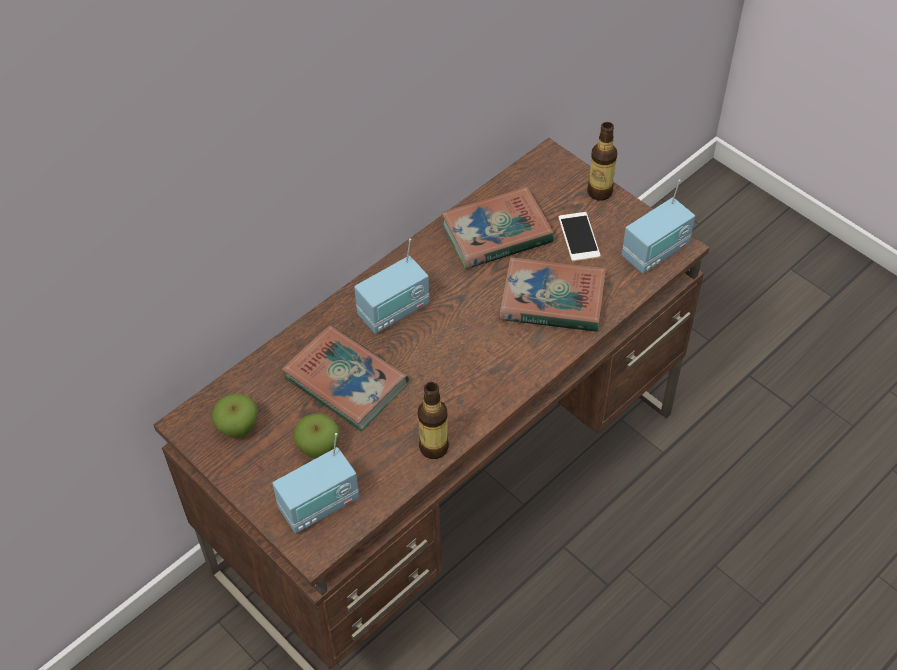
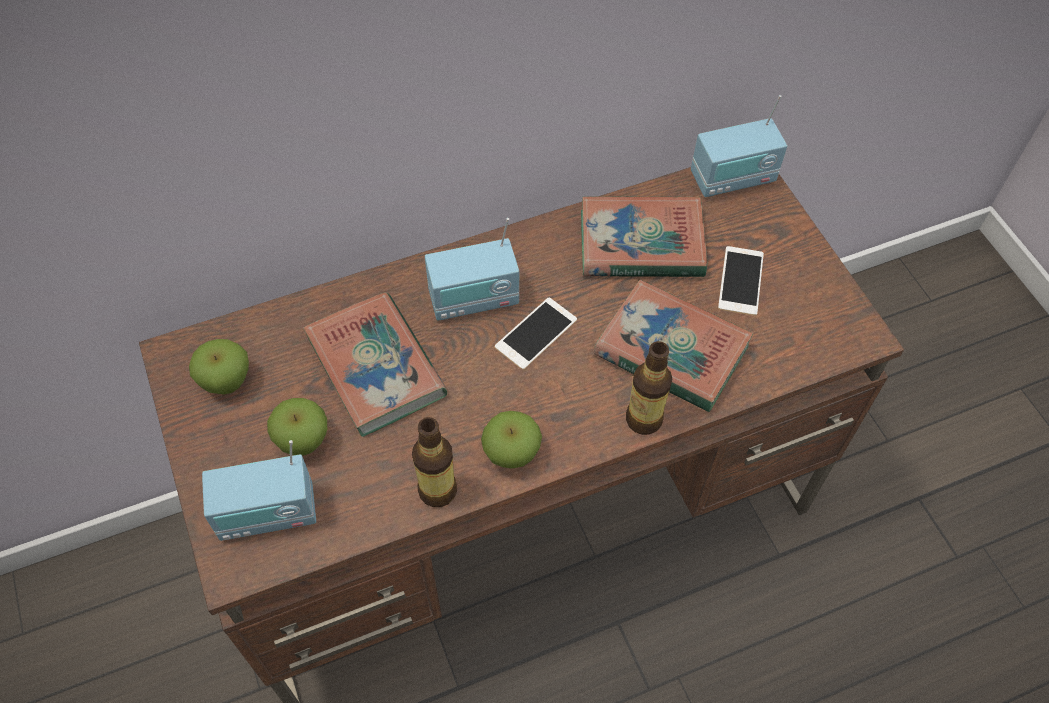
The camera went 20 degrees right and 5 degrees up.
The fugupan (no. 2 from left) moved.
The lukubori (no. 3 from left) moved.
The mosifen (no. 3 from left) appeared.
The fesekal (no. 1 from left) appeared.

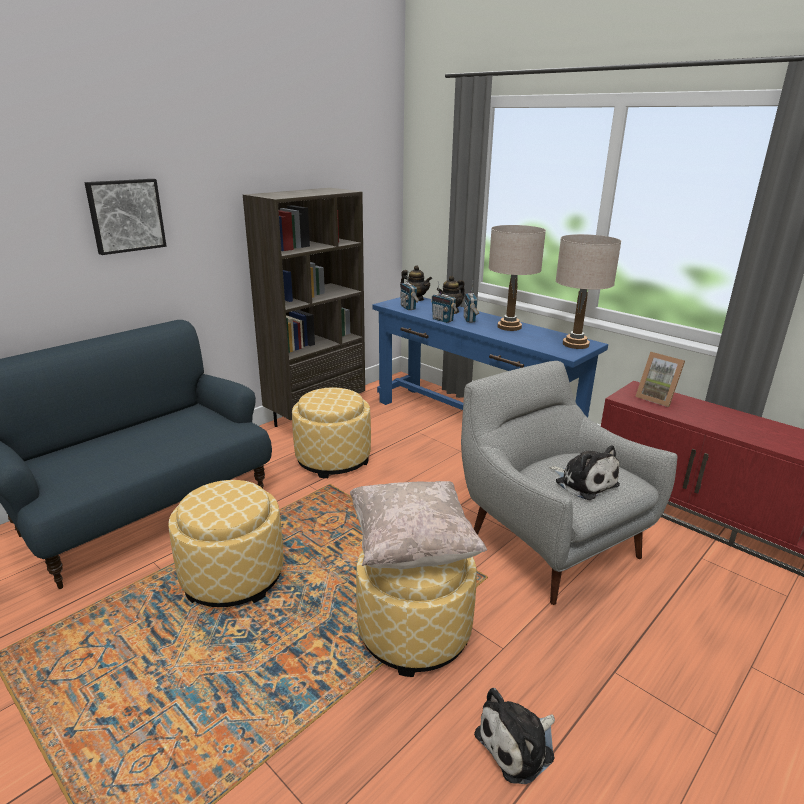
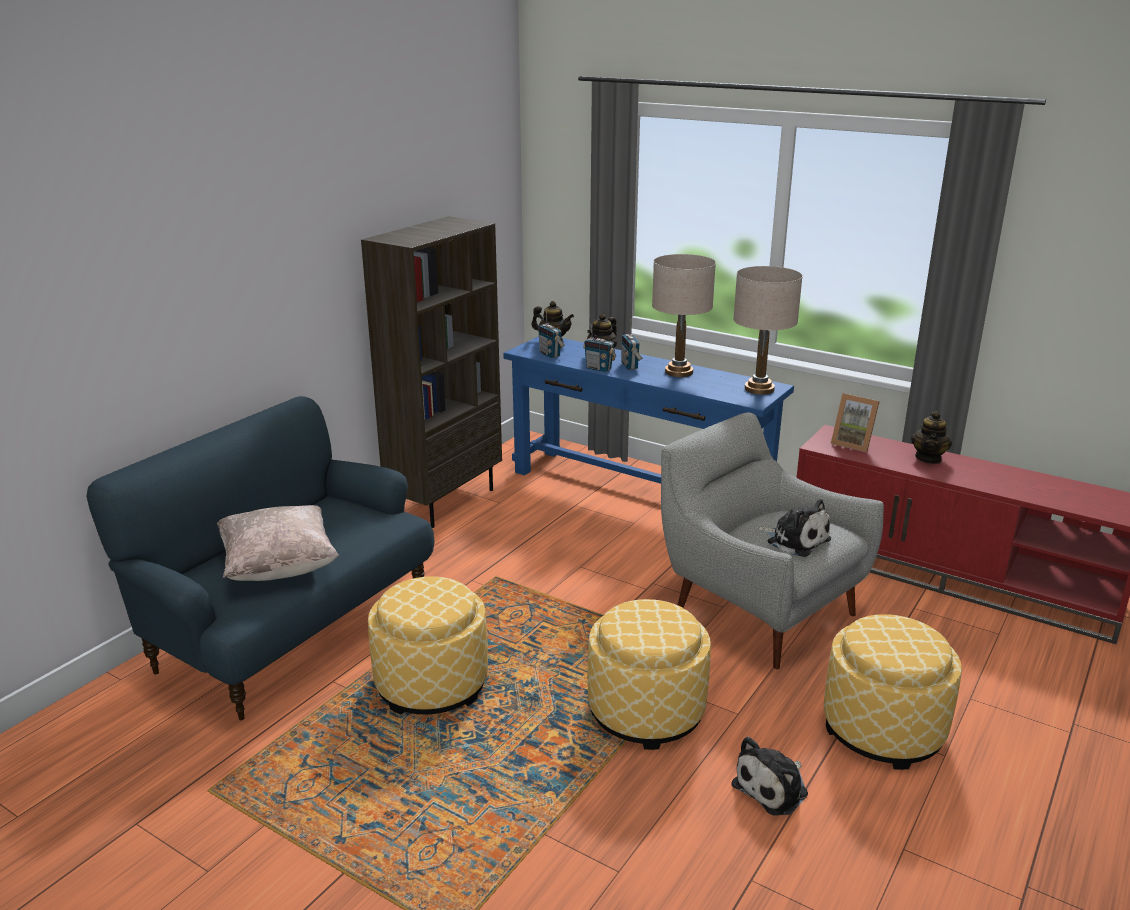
The camera went 10 degrees left and 0 degrees up.
The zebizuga disappeared.
The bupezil (no. 2 from left in the first image) moved.
The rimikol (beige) moved.
The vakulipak (no. 3 from left) appeared.

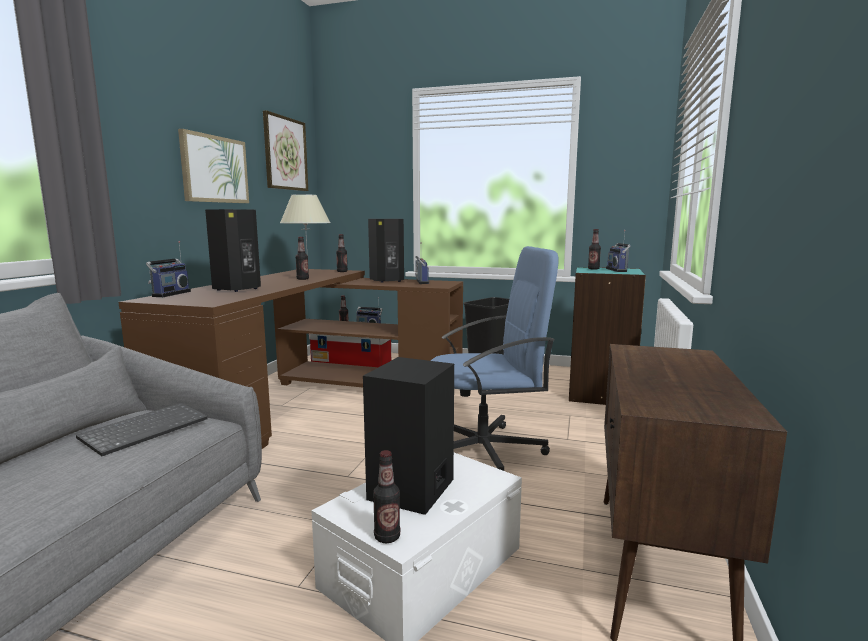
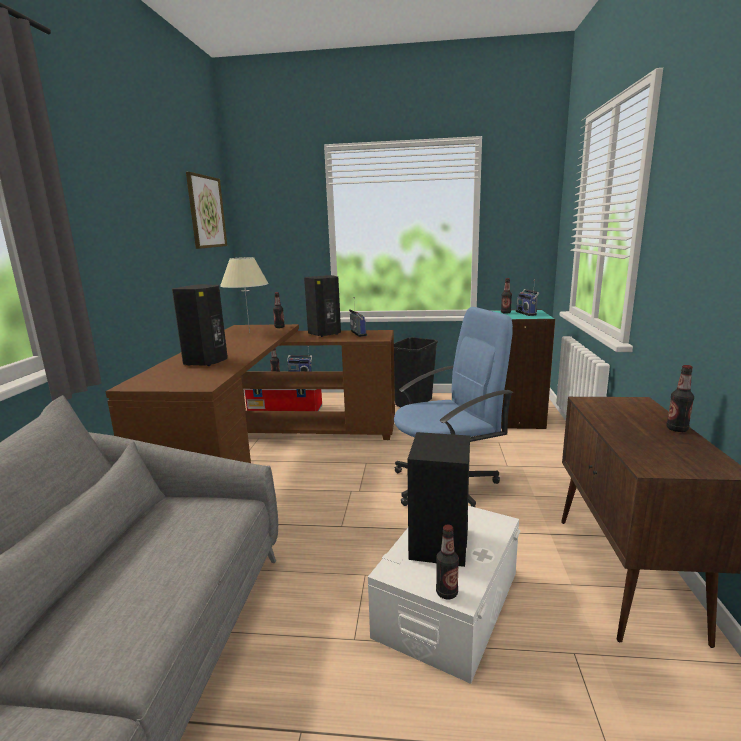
The camera went 10 degrees left and 5 degrees up.
The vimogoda disappeared.
The lukubori (no. 1 from left) disappeared.
The zebizuga (no. 1 from left) disappeared.
The fugupan (no. 1 from left in the first image) moved.

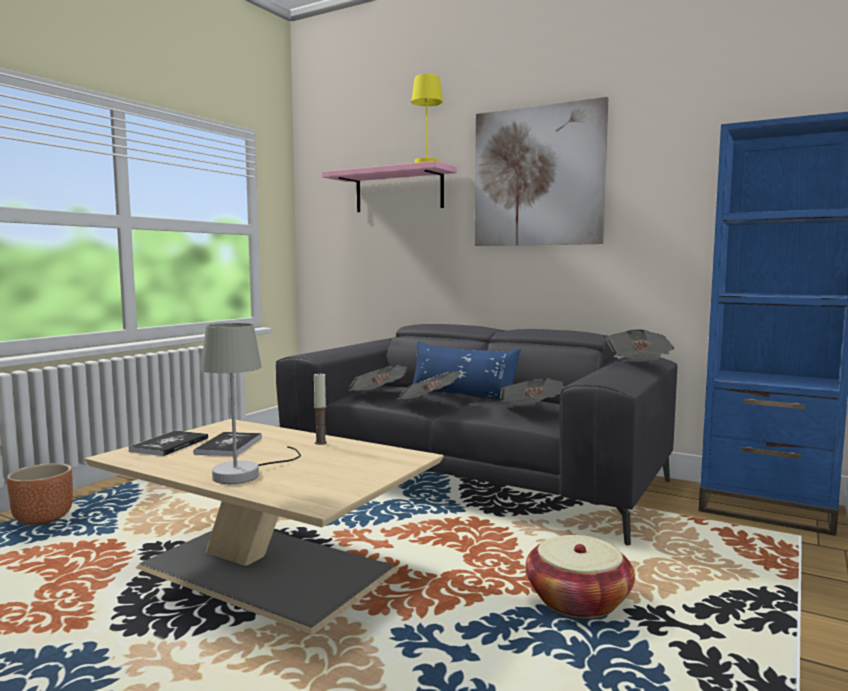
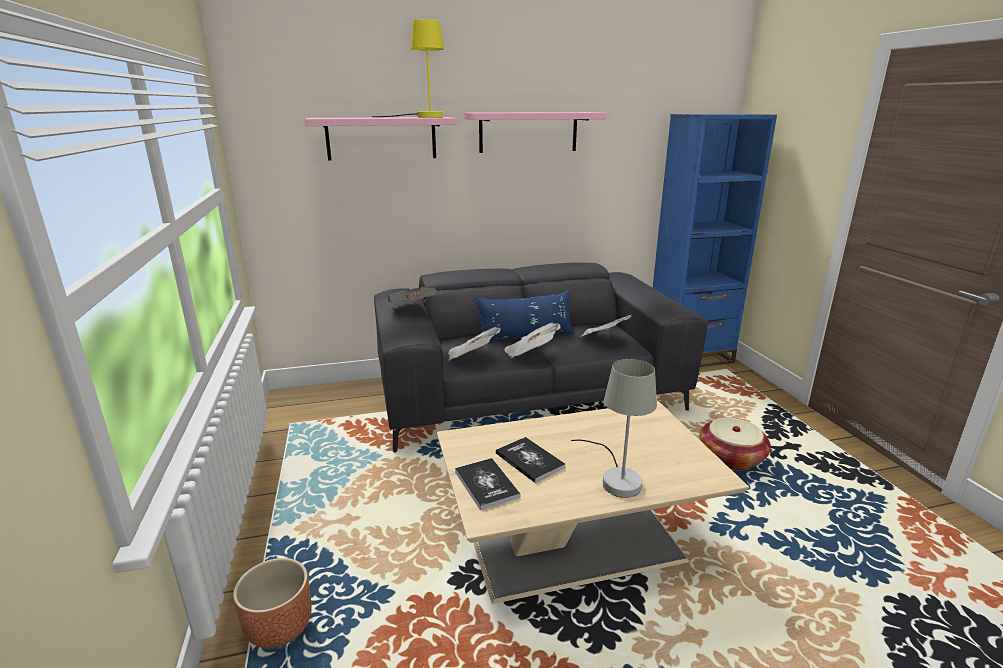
The camera went 45 degrees left and 15 degrees up.
The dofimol disappeared.
The zebizuga was replaced by the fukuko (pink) (no. 2 from left).
The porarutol (no. 4 from left in the first image) moved.

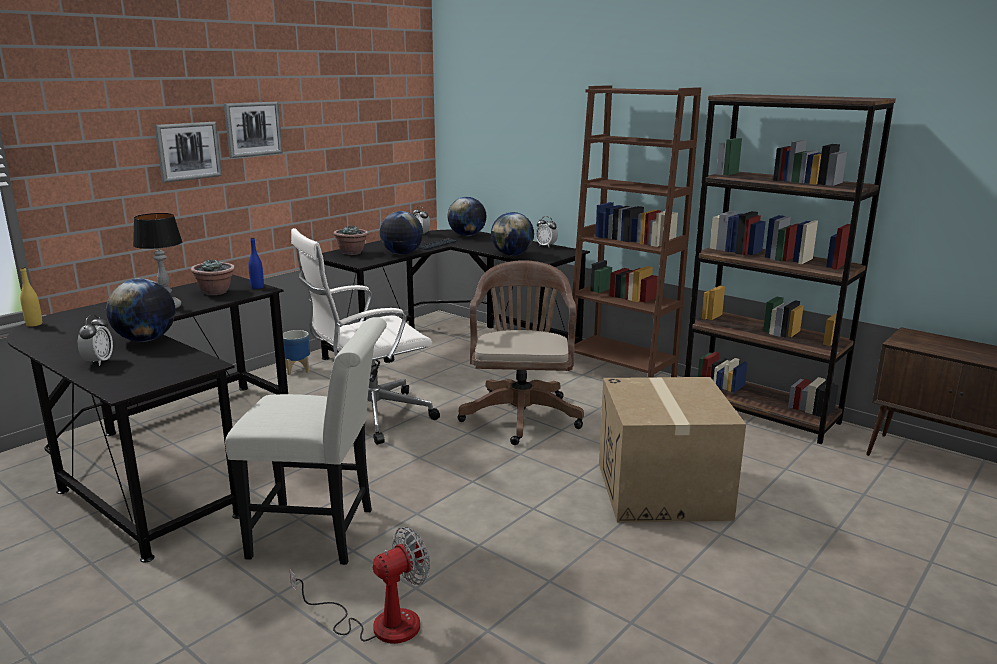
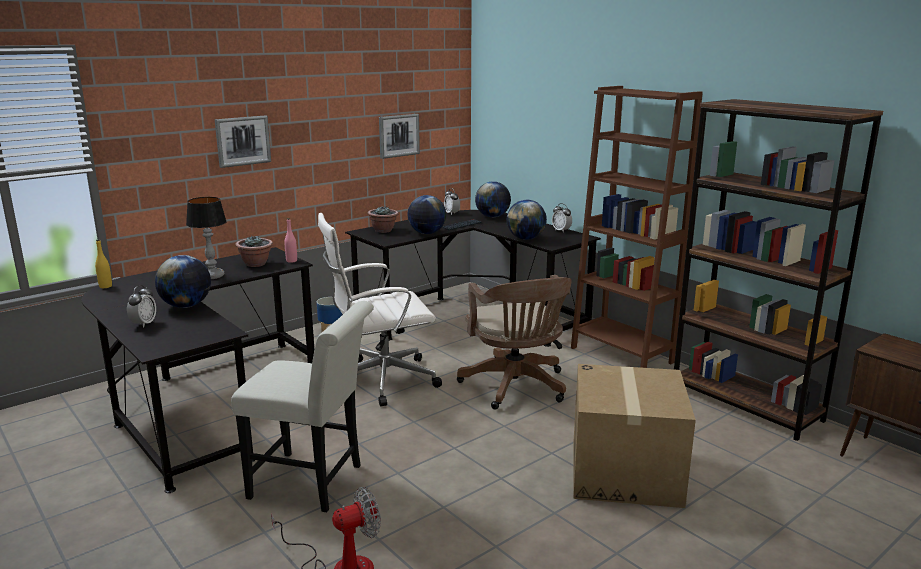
The camera went 10 degrees right and 0 degrees up.
The zebizuga (no. 2 from left) moved.
The fugupan (blue) became the fugupan (pink).
The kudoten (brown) turned 150 degrees clockwise.

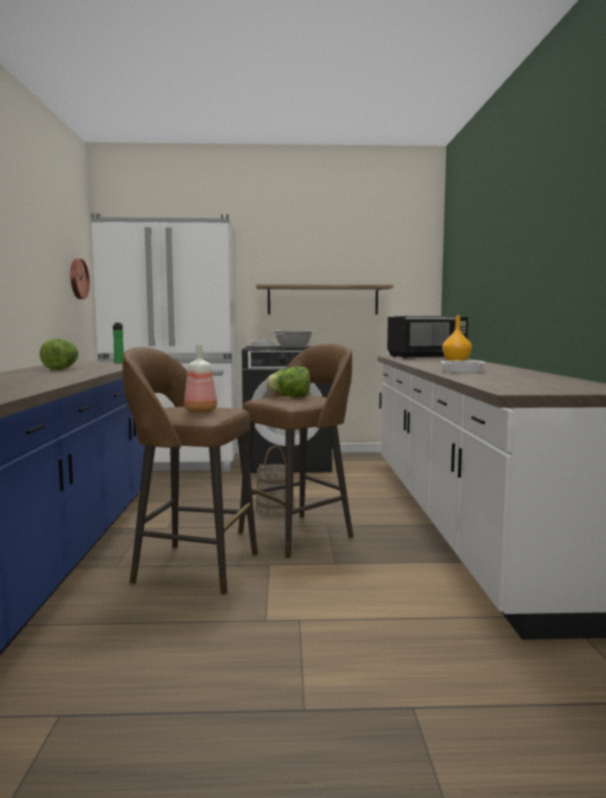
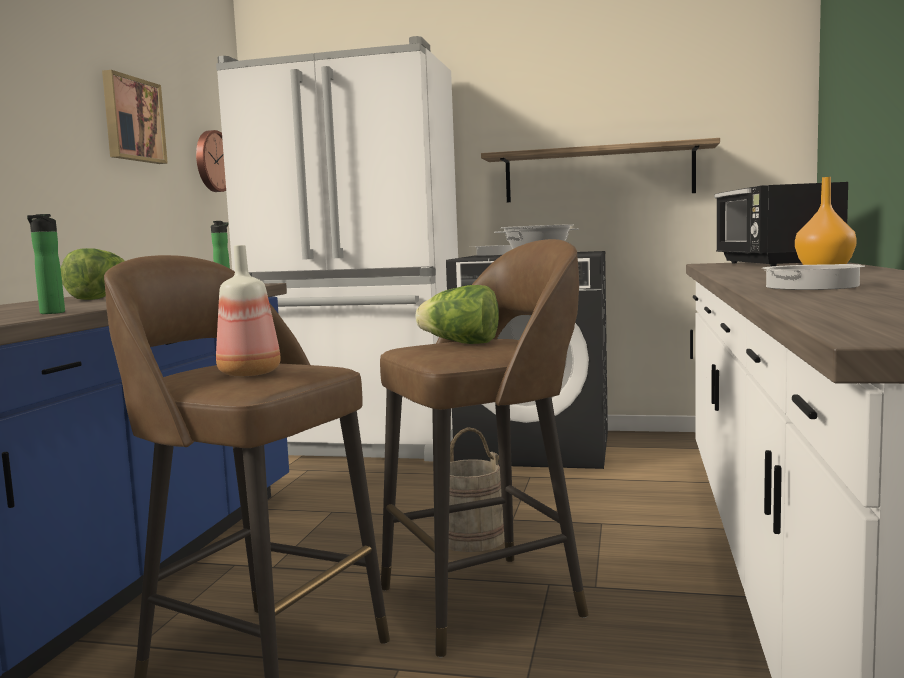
The camera went 15 degrees right and 0 degrees up.
The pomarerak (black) turned 90 degrees clockwise.
The fugupan (no. 1 from left) appeared.
The zebizuga appeared.

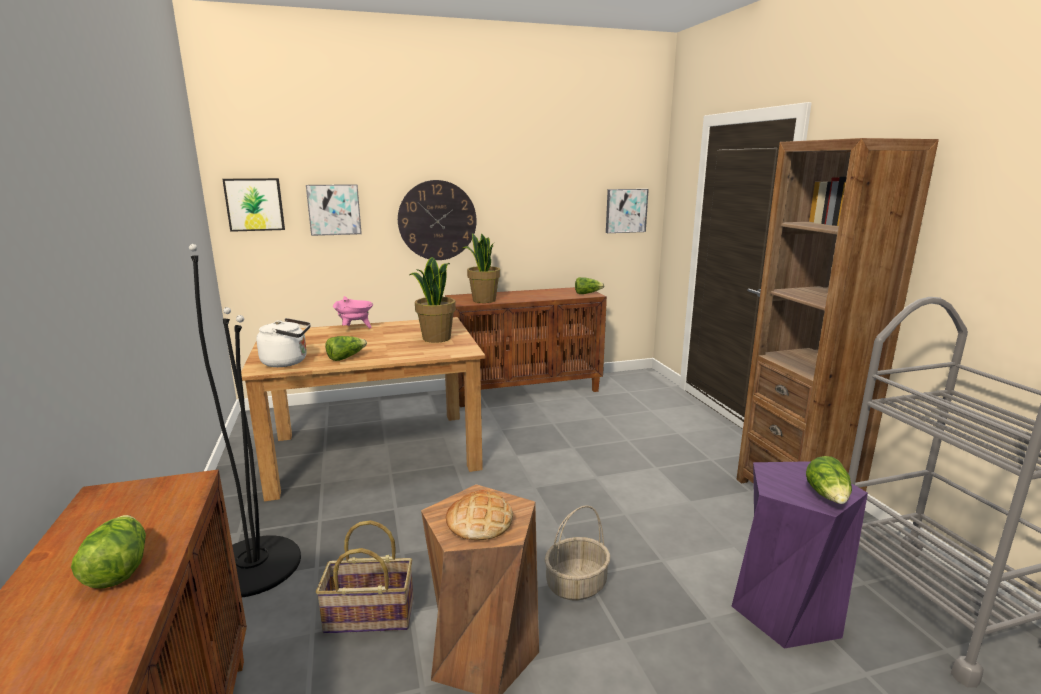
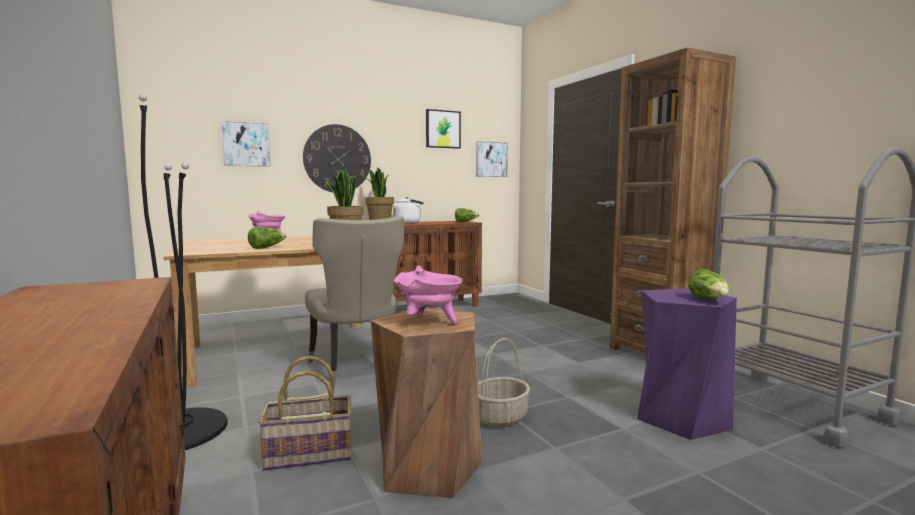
The camera went 10 degrees left and 10 degrees down.
The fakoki (no. 1 from left) disappeared.
The zebizuga (no. 1 from left in the first image) moved.
The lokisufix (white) moved.
The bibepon was replaced by the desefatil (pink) (no. 2 from left).
The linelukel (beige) appeared.

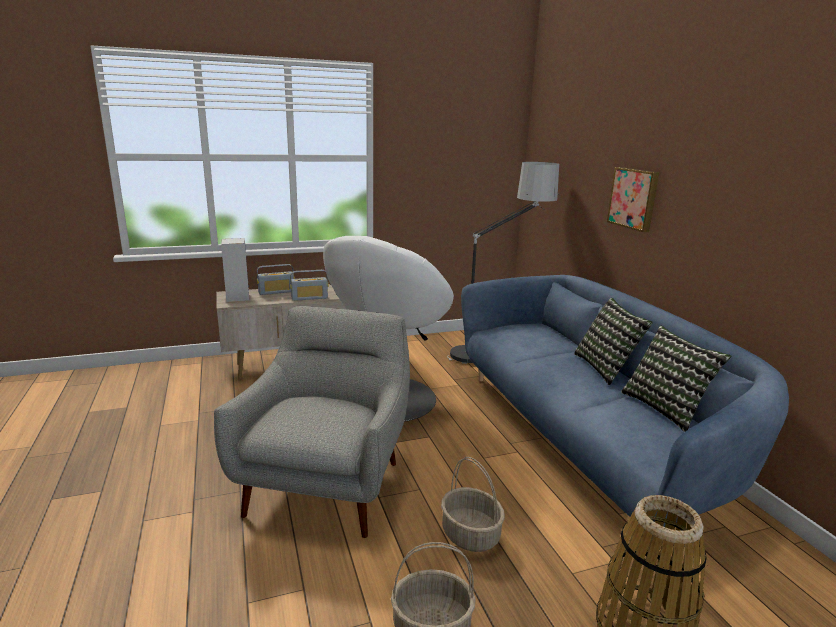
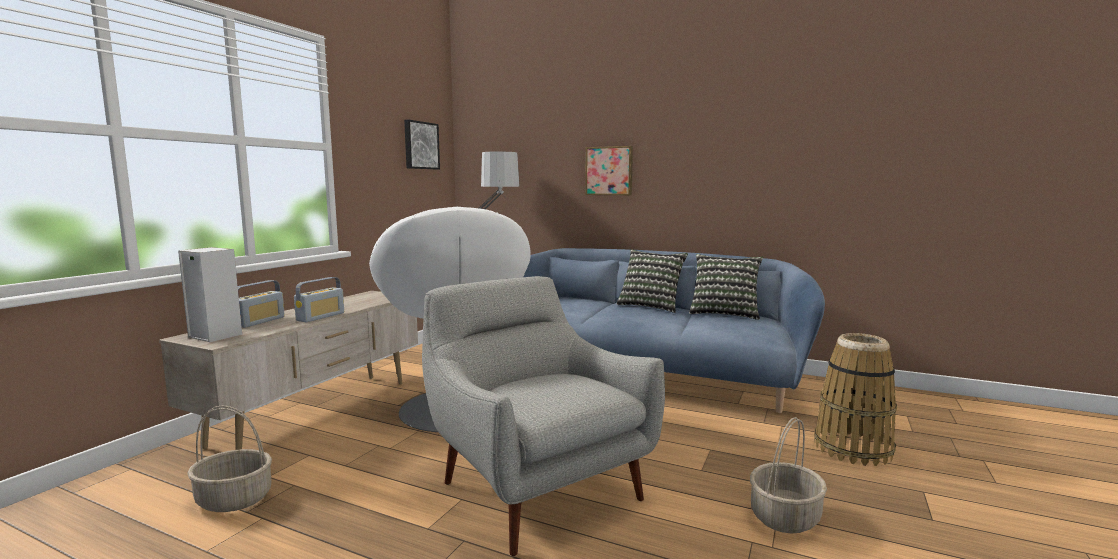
The camera went 45 degrees left and 10 degrees down.
The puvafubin (no. 2 from left in the first image) moved.
The zebizuga (no. 1 from left) appeared.

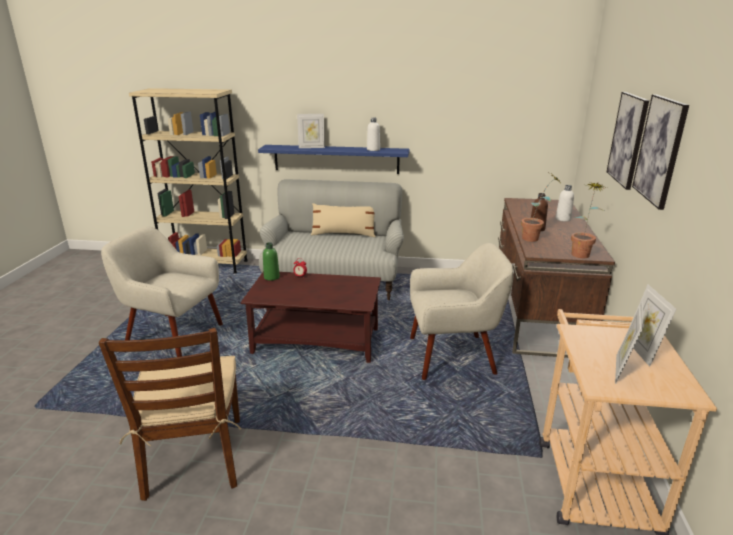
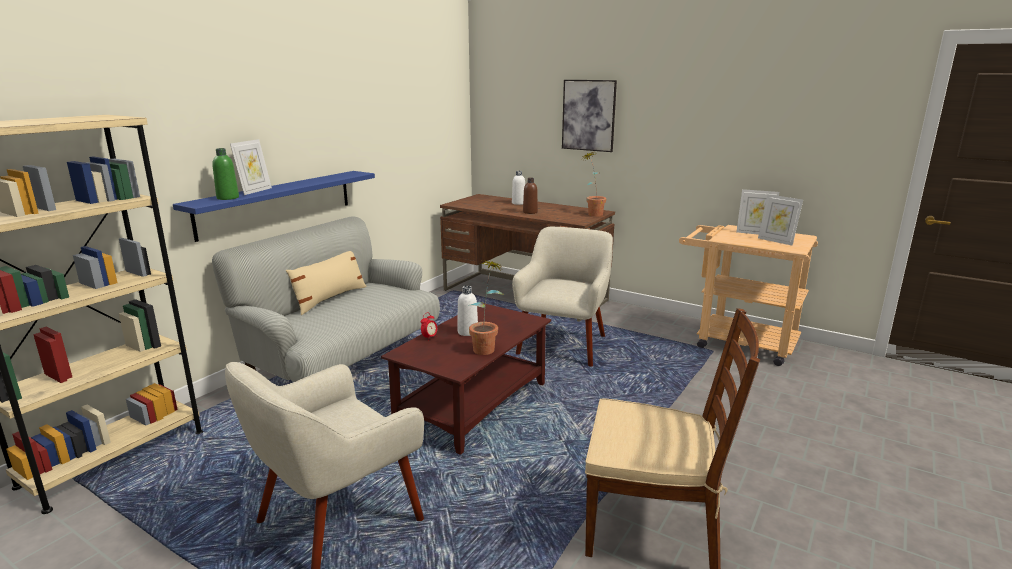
The camera went 65 degrees left and 5 degrees down.
The fugupan (green) moved.
The fugupan (white) (no. 1 from left) moved.
The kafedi (no. 1 from left) moved.
The zebizuga (no. 2 from left) disappeared.

